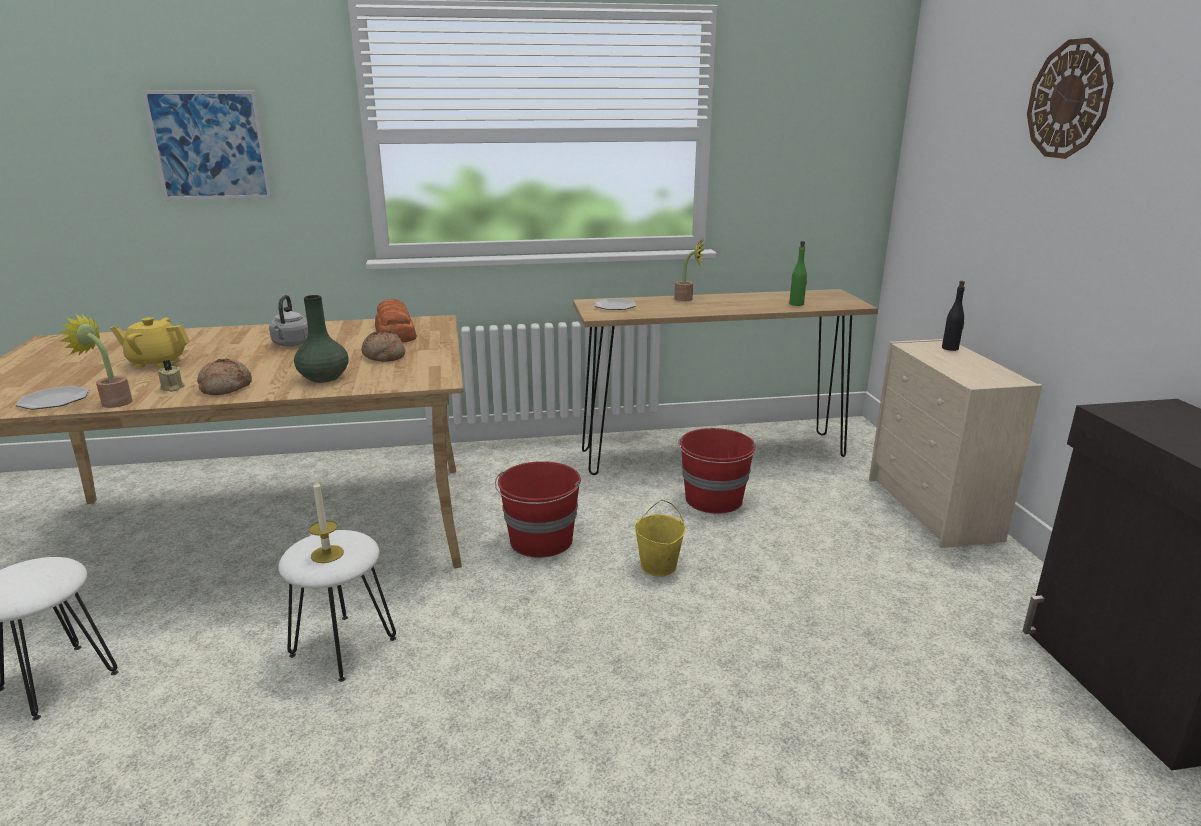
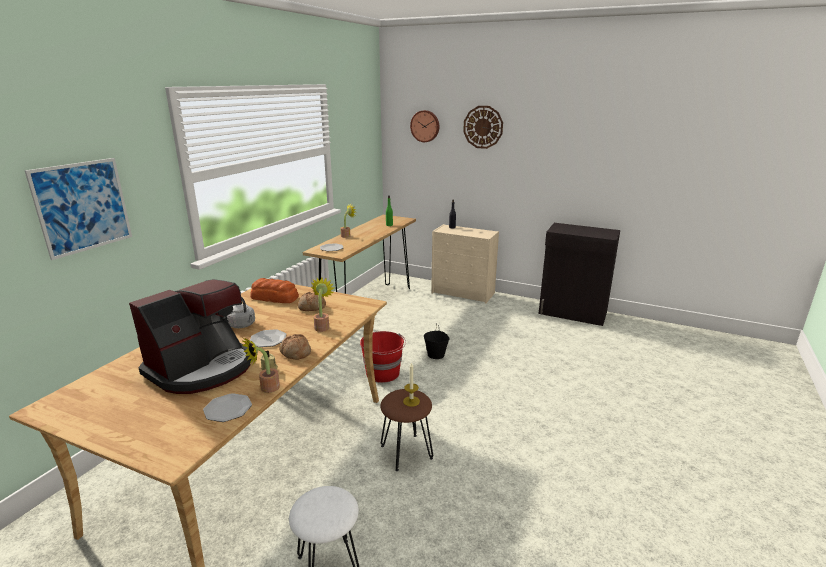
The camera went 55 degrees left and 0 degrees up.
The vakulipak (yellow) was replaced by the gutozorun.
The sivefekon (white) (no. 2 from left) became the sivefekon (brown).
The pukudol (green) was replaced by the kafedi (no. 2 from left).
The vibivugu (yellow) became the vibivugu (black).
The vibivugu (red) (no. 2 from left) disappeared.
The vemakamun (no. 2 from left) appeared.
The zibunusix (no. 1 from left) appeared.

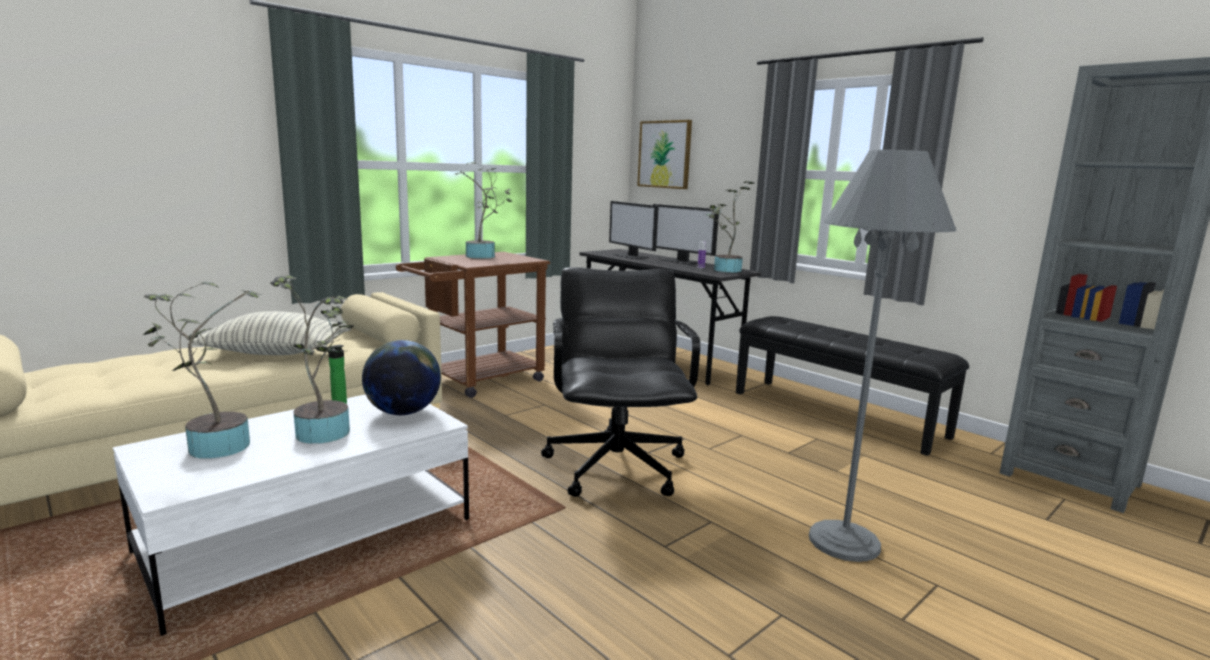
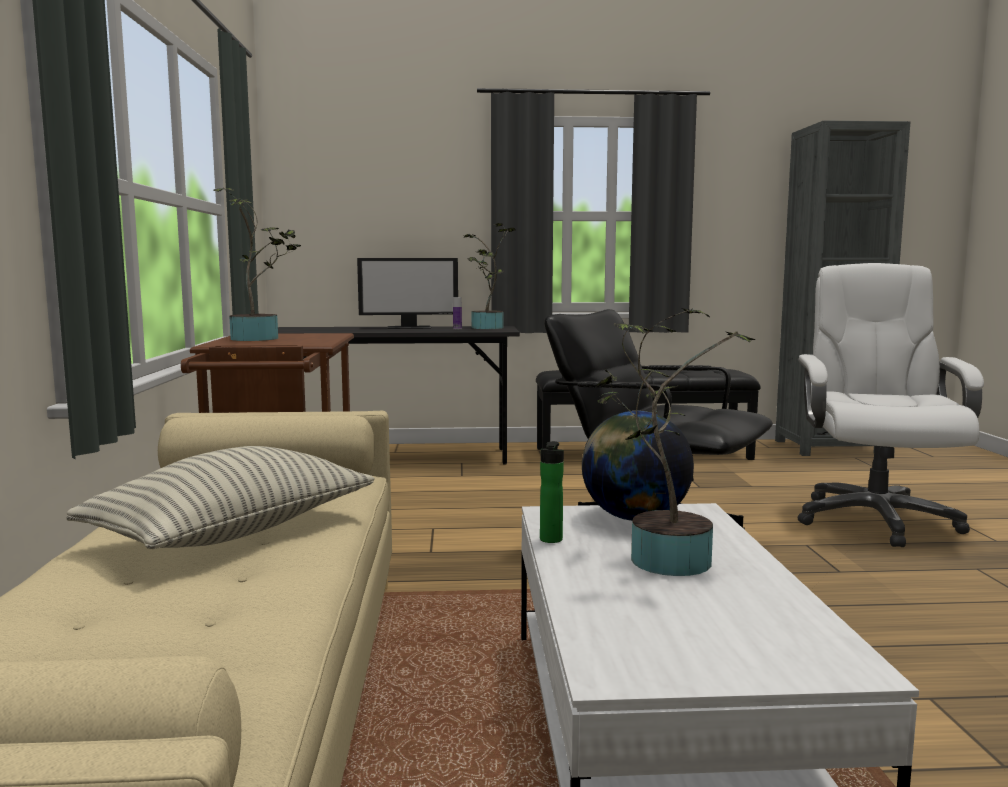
The camera went 50 degrees left and 5 degrees down.
The kafedi (no. 1 from left) disappeared.
The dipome (no. 1 from left) disappeared.
The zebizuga disappeared.
The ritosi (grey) was replaced by the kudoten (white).

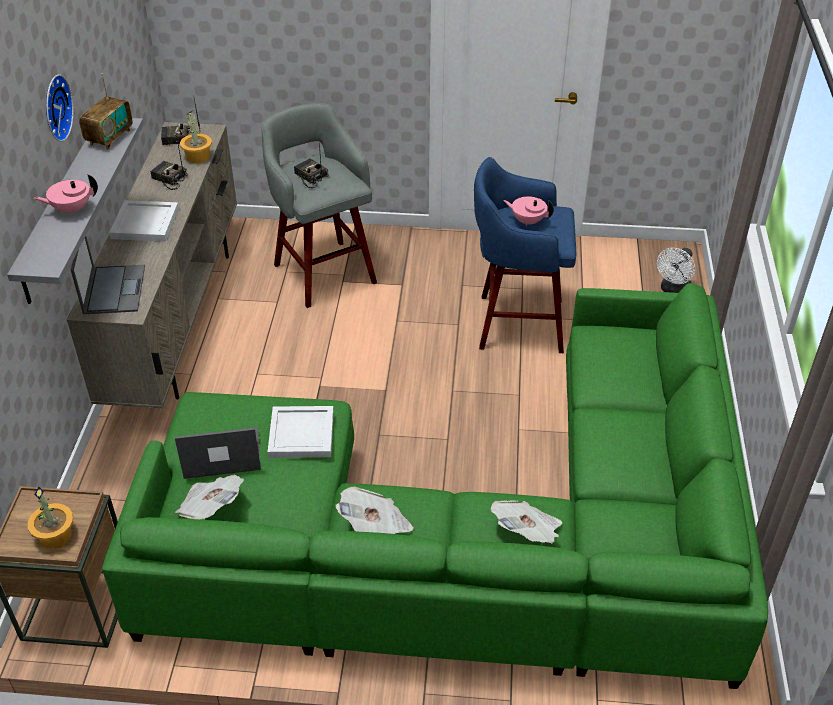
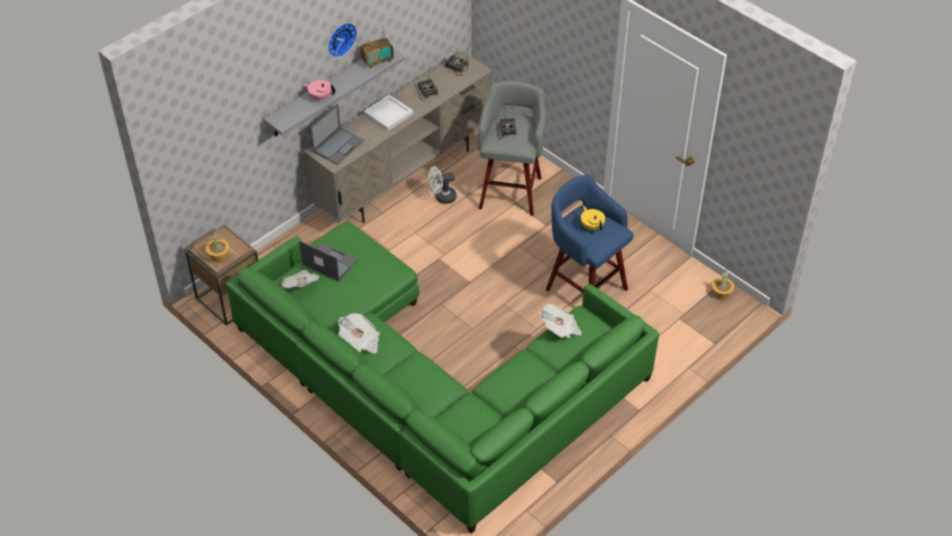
The camera went 40 degrees right and 5 degrees up.
The kafedi (no. 2 from left) moved.
The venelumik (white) (no. 2 from left) disappeared.
The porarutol (no. 3 from left) moved.
The vakulipak (pink) (no. 2 from left) became the vakulipak (yellow).
The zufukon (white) moved.

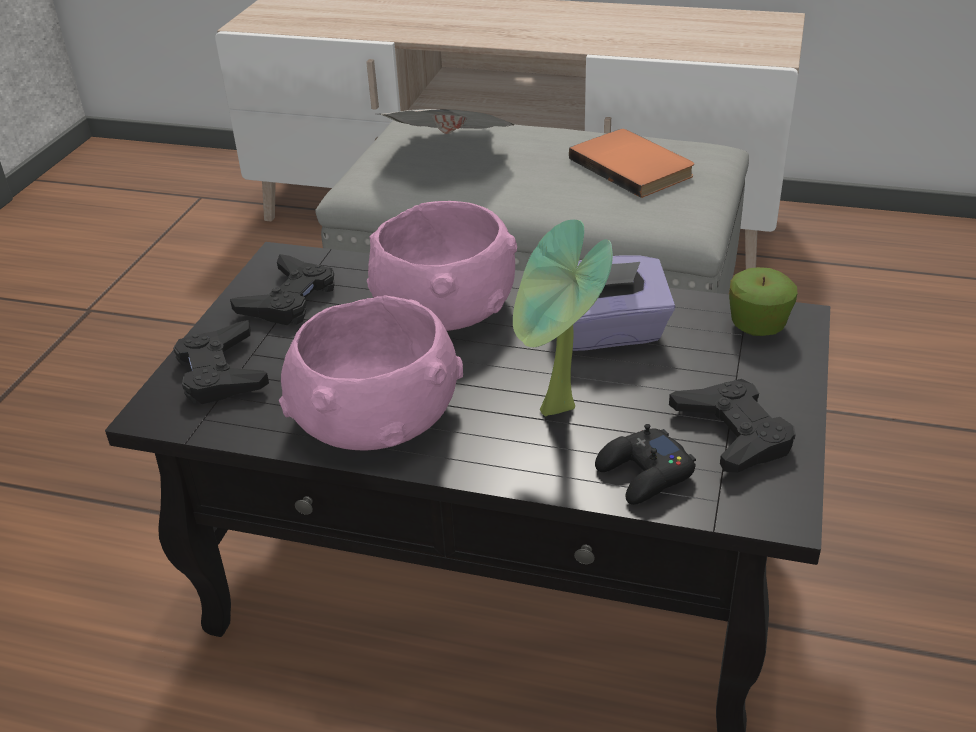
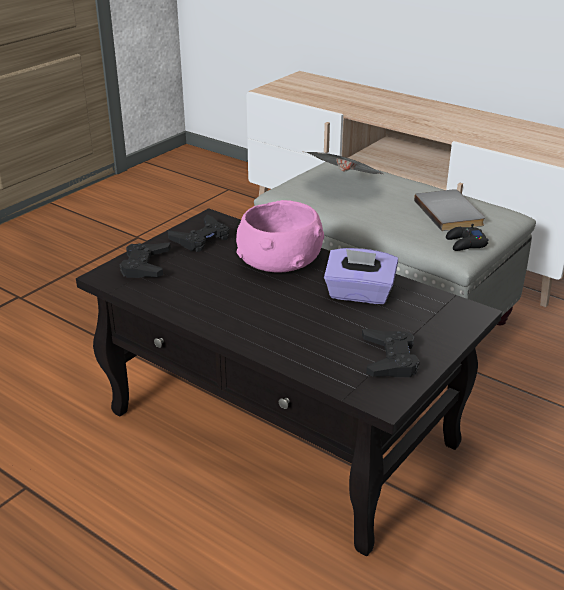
The camera went 20 degrees right and 5 degrees down.
The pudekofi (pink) (no. 1 from left) disappeared.
The kafedi disappeared.
The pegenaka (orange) became the pegenaka (grey).
The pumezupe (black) (no. 3 from left in the first image) moved.
The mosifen disappeared.

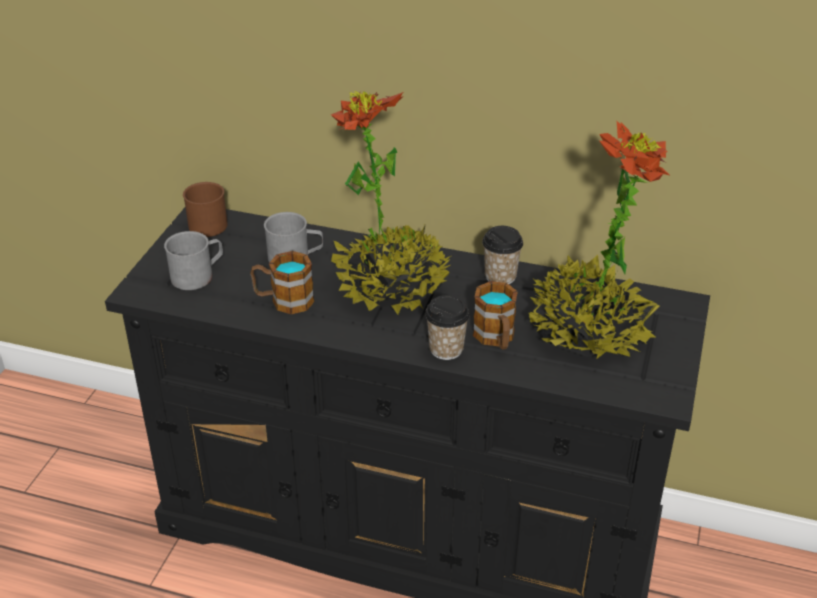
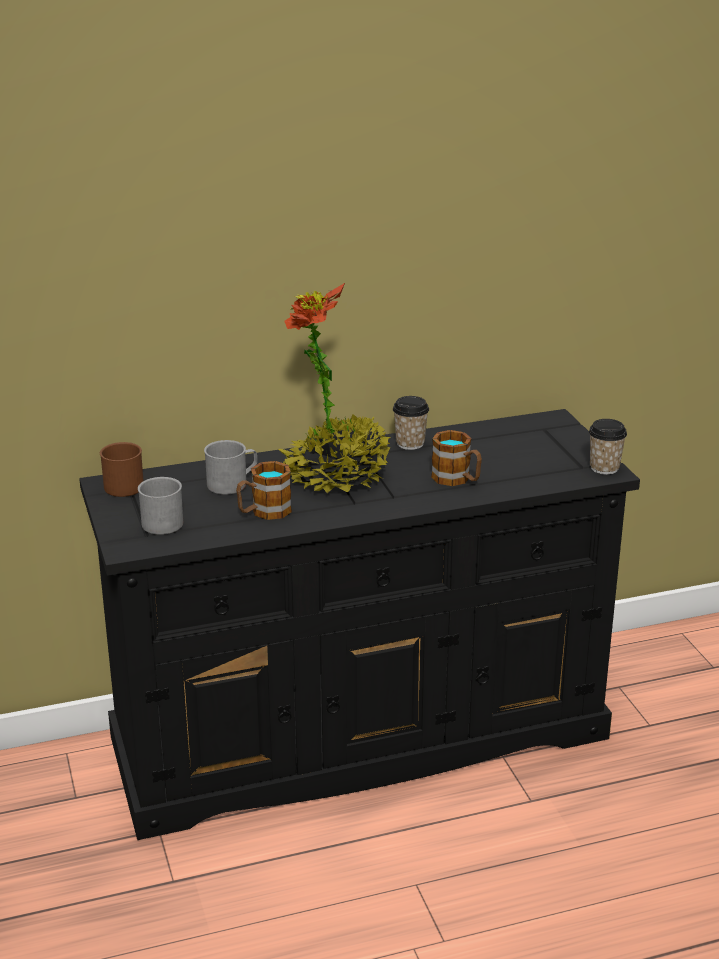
The camera went 35 degrees left and 10 degrees down.
The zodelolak (no. 1 from left in the first image) moved.
The kafedi (no. 2 from left) disappeared.

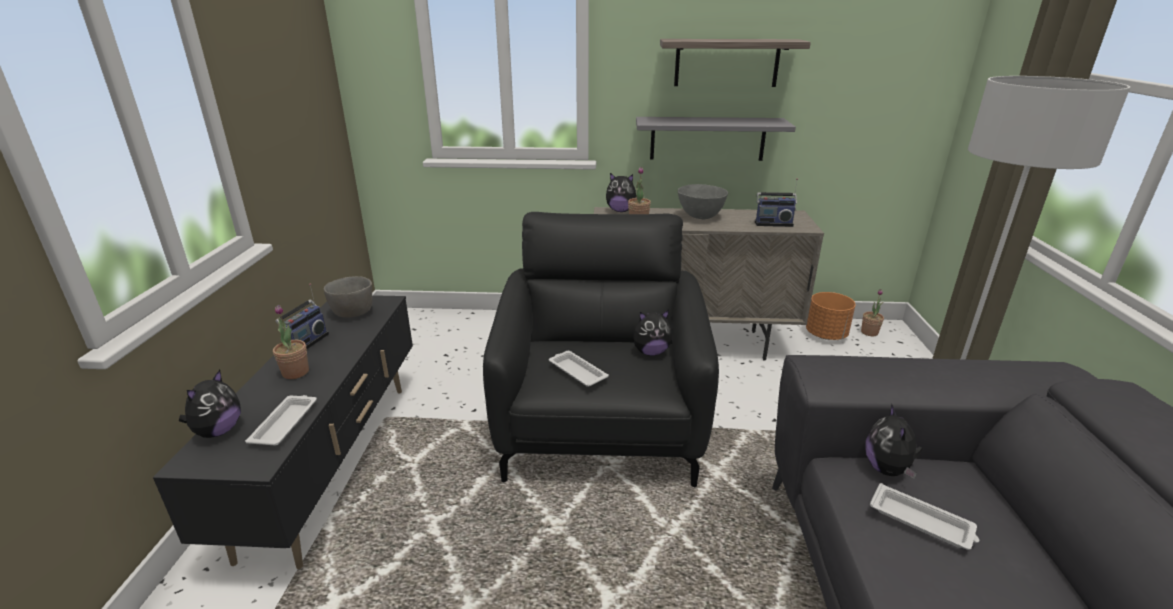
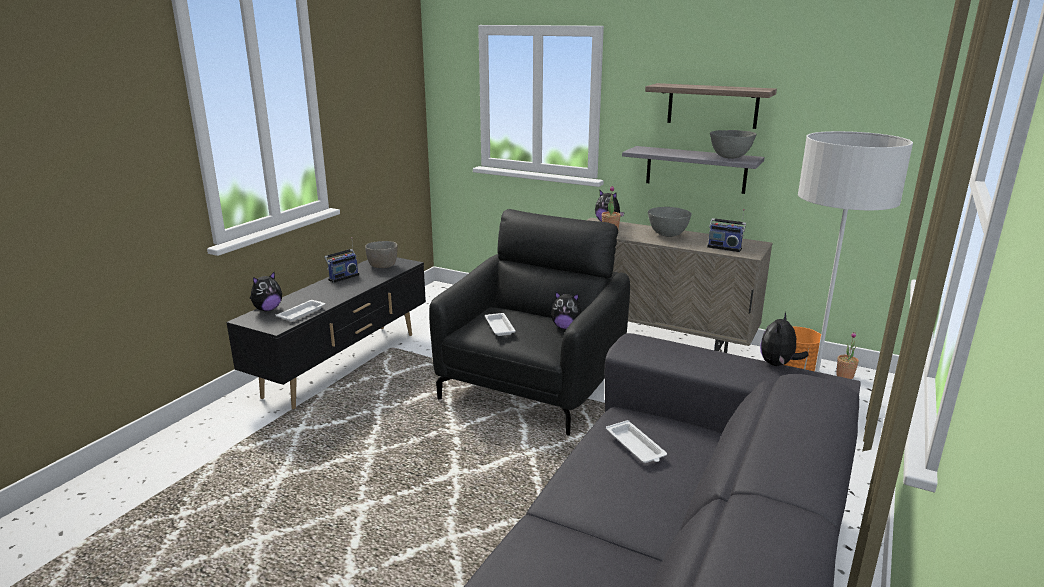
The camera went 25 degrees right and 5 degrees down.
The kafedi (no. 1 from left) disappeared.
The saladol (no. 4 from left) moved.
The pudekofi (grey) (no. 3 from left) appeared.

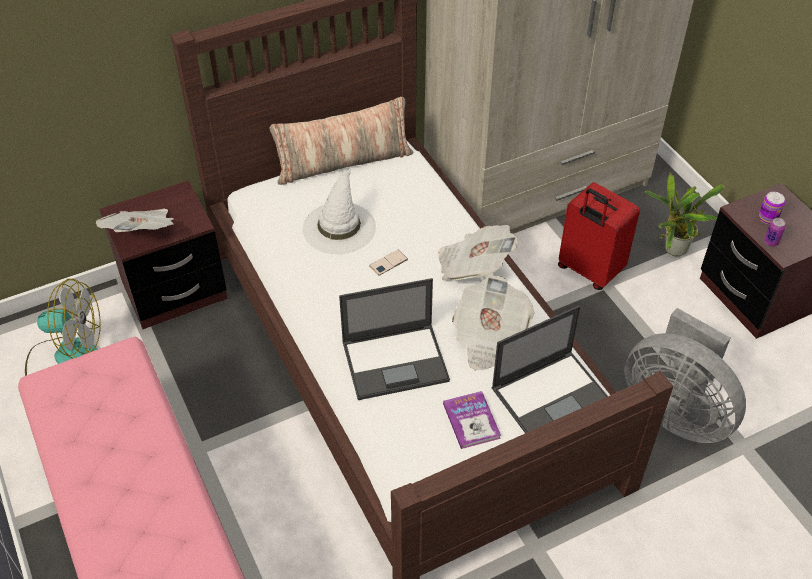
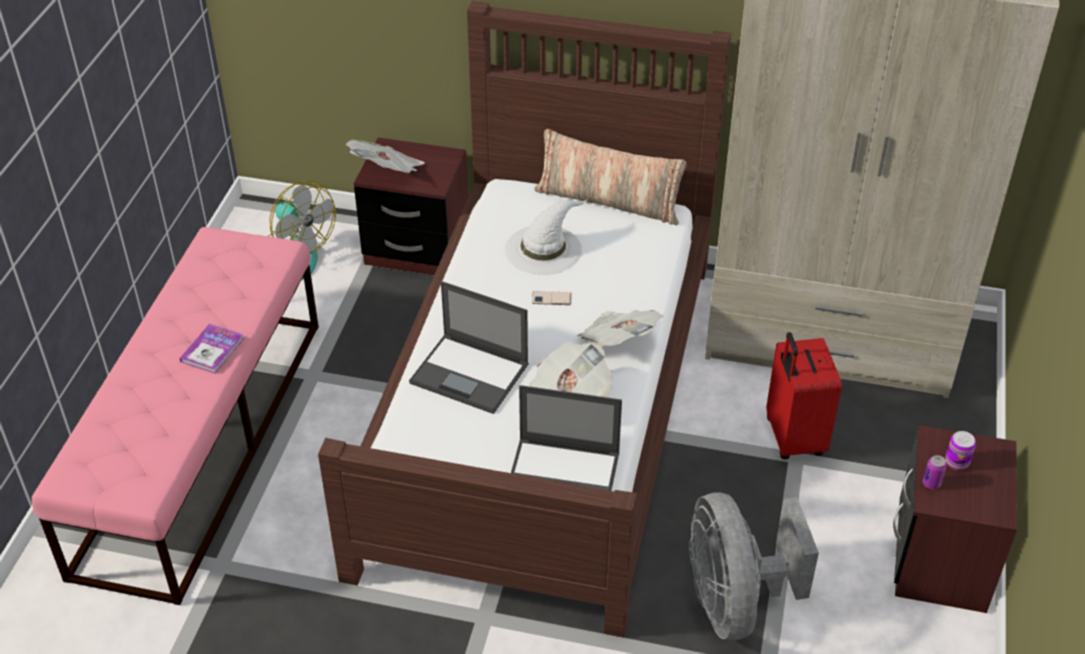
The camera went 40 degrees right and 5 degrees down.
The pegenaka moved.
The kafedi disappeared.

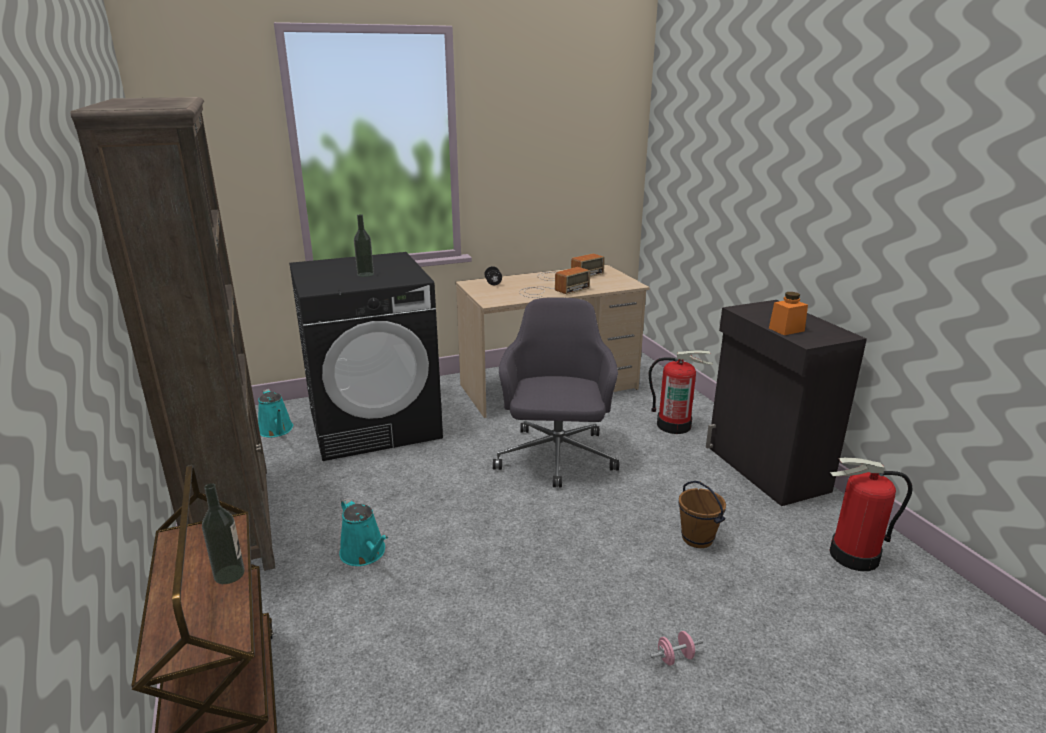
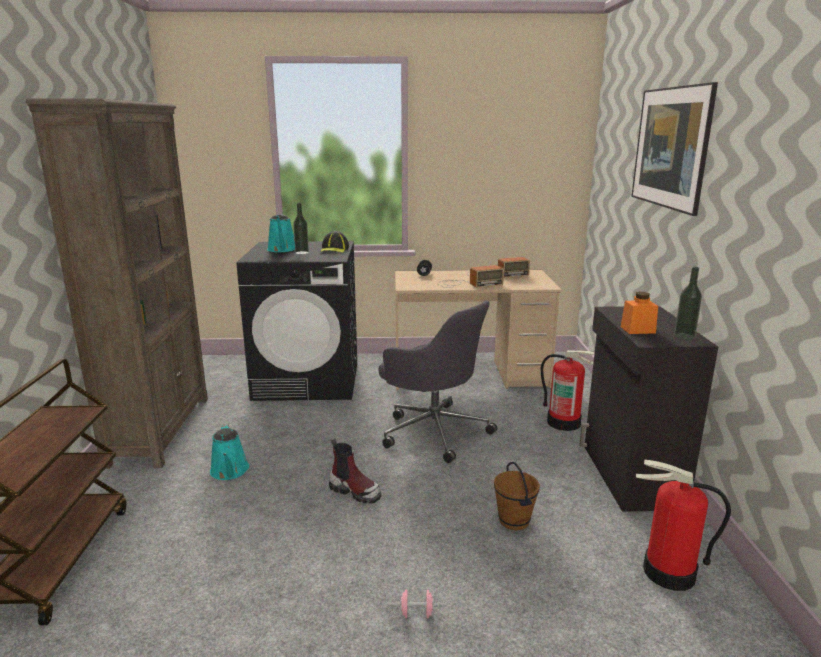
The camera went 20 degrees right and 5 degrees down.
The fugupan (no. 1 from left in the first image) moved.
The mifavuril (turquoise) (no. 1 from left in the first image) moved.
The kudoten (grey) turned 105 degrees clockwise.
The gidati appeared.
The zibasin appeared.
The zebizuga appeared.

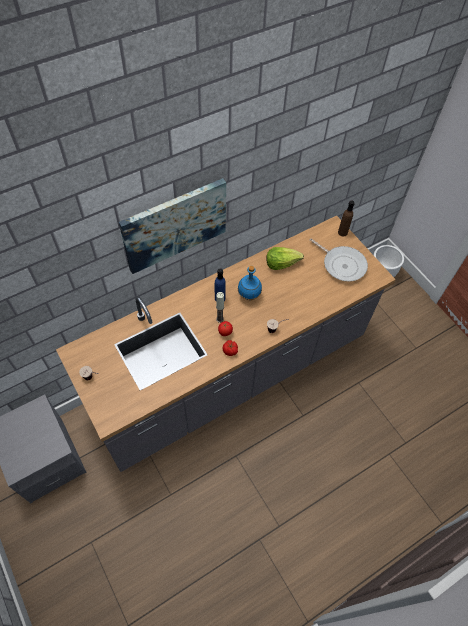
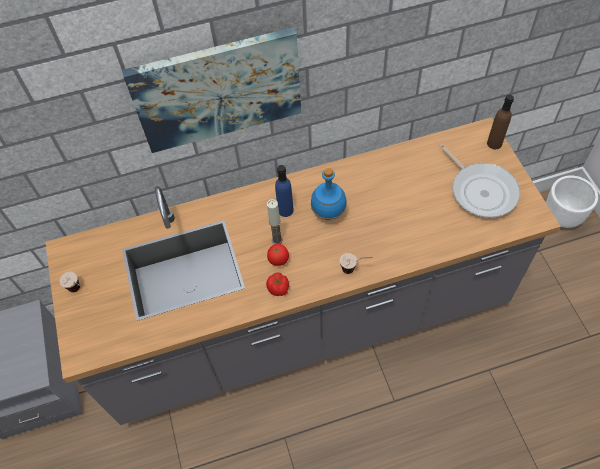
The camera went 20 degrees right and 0 degrees up.
The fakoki disappeared.

